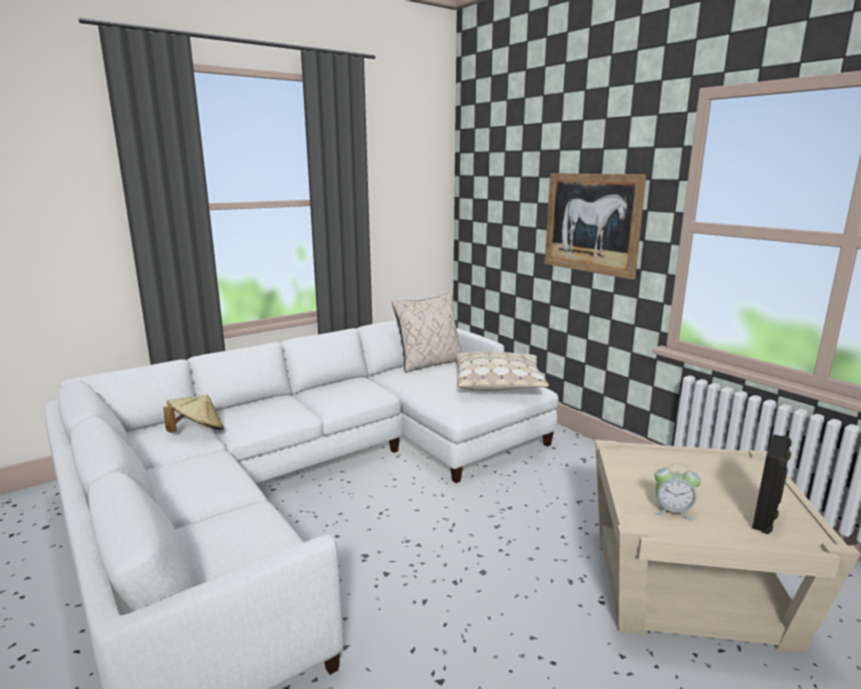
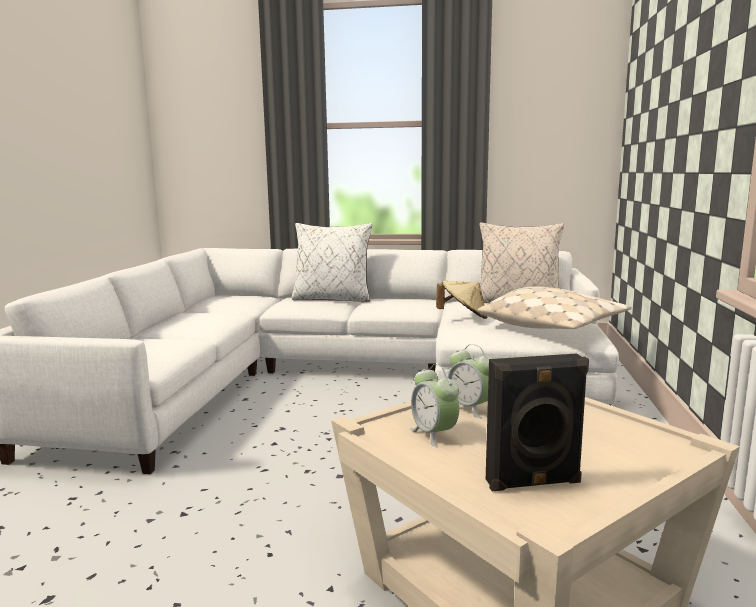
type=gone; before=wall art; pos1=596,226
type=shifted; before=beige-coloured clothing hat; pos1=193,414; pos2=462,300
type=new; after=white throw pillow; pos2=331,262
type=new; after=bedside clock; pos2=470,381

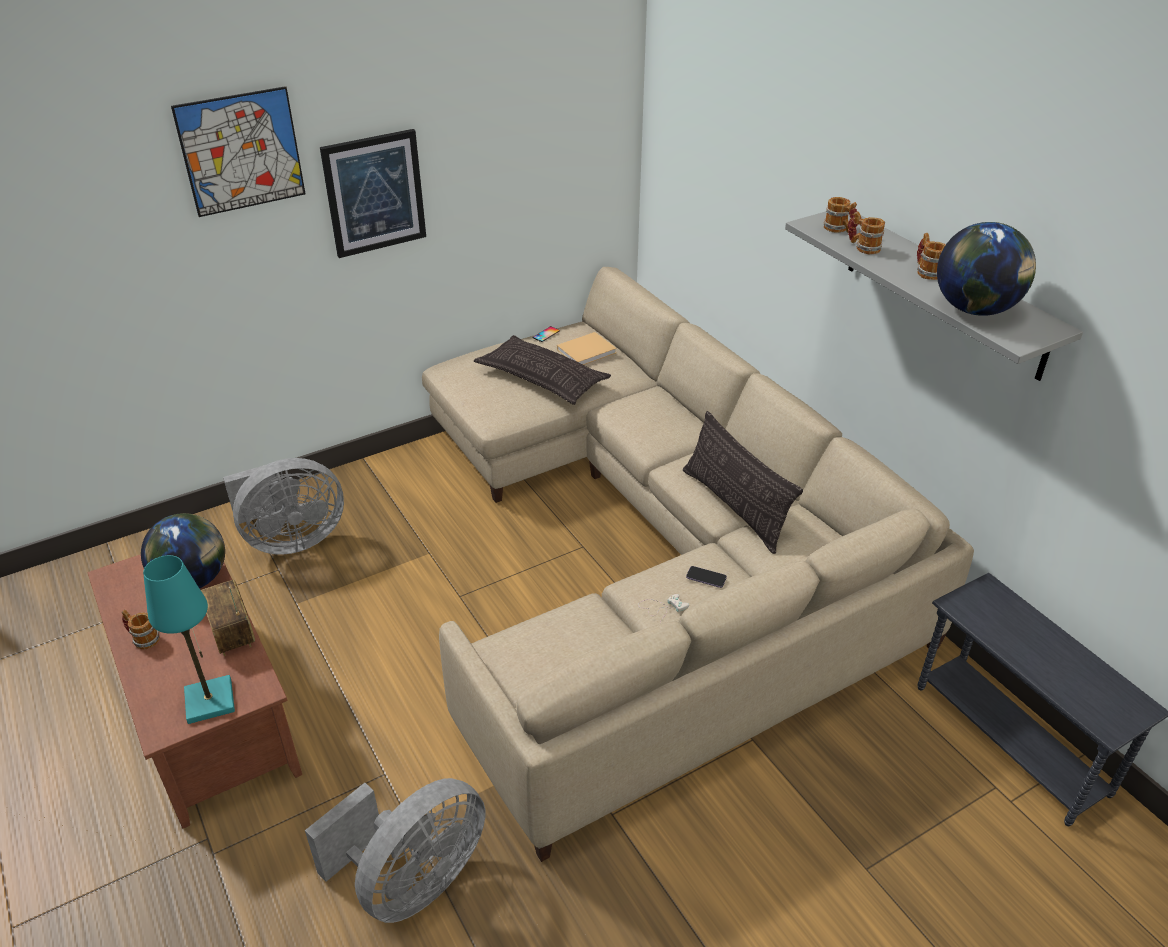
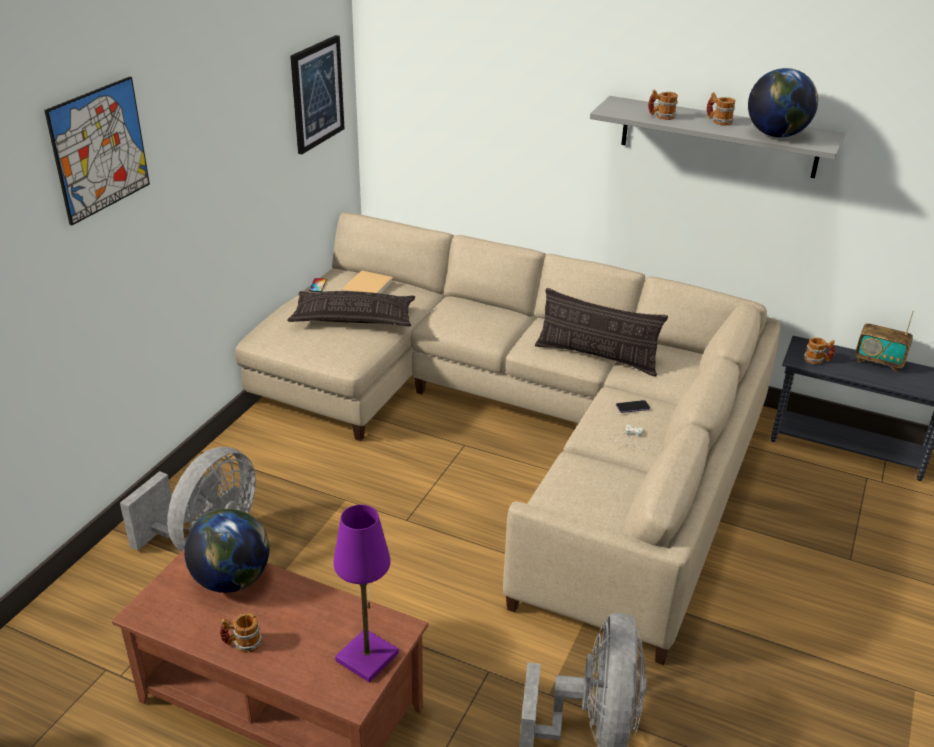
type=shifted; before=wall art; pos1=373,193; pos2=317,94
type=shifted; before=mug; pos1=840,215; pos2=819,350
type=repainted; before=turquoise tabletop lamp; after=purple-coloured tabletop lamp; pos1=189,639; pos2=366,593
type=shifted; before=radio receiver; pos1=228,618; pos2=884,341

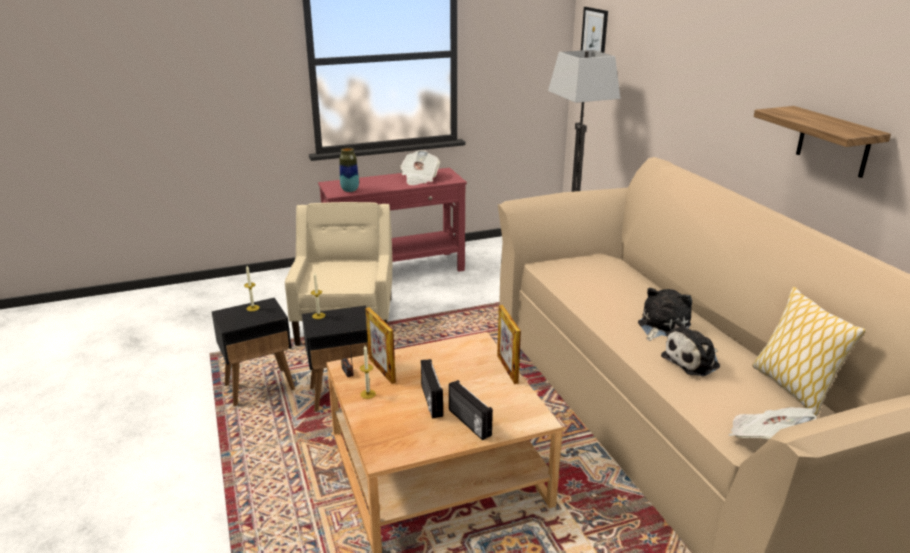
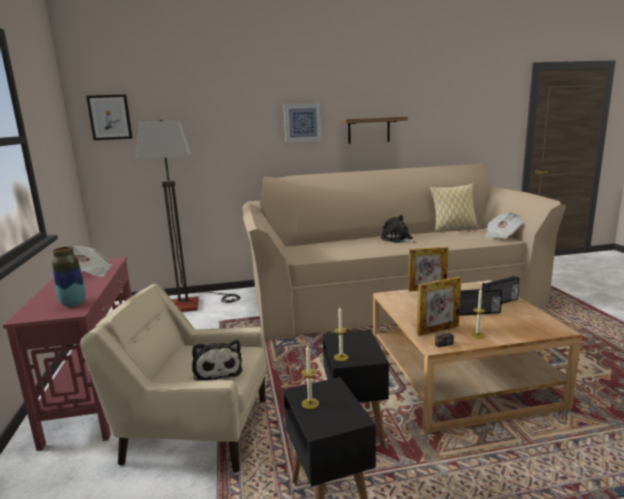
type=shifted; before=soft toy; pos1=690,347; pos2=217,360
type=new; after=wall art; pos2=302,122

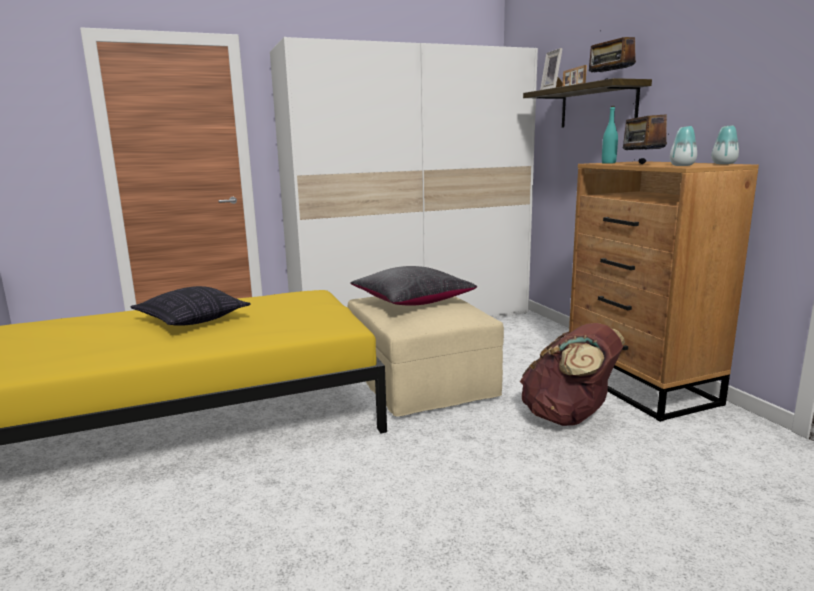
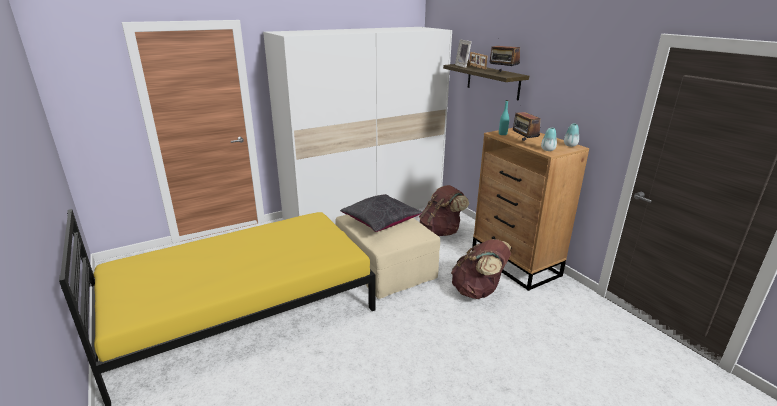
type=gone; before=throw pillow; pos1=191,306
type=new; after=brownish backpack; pos2=444,210

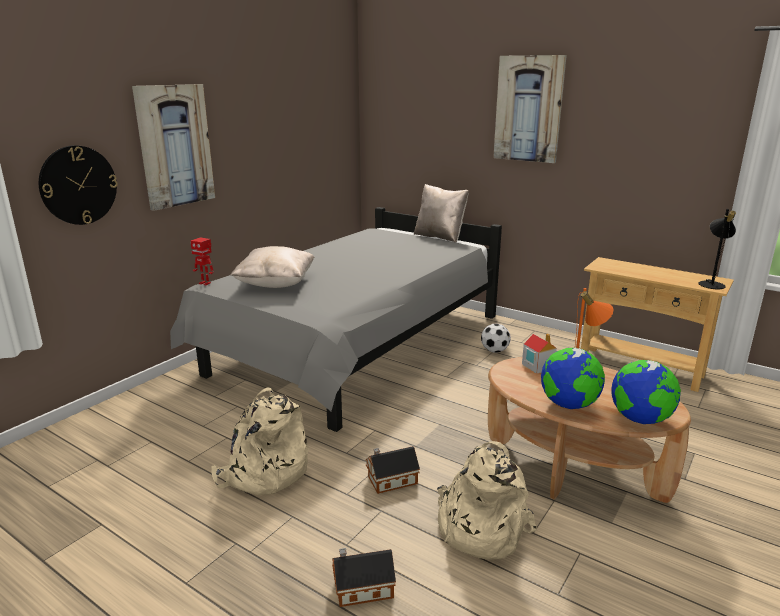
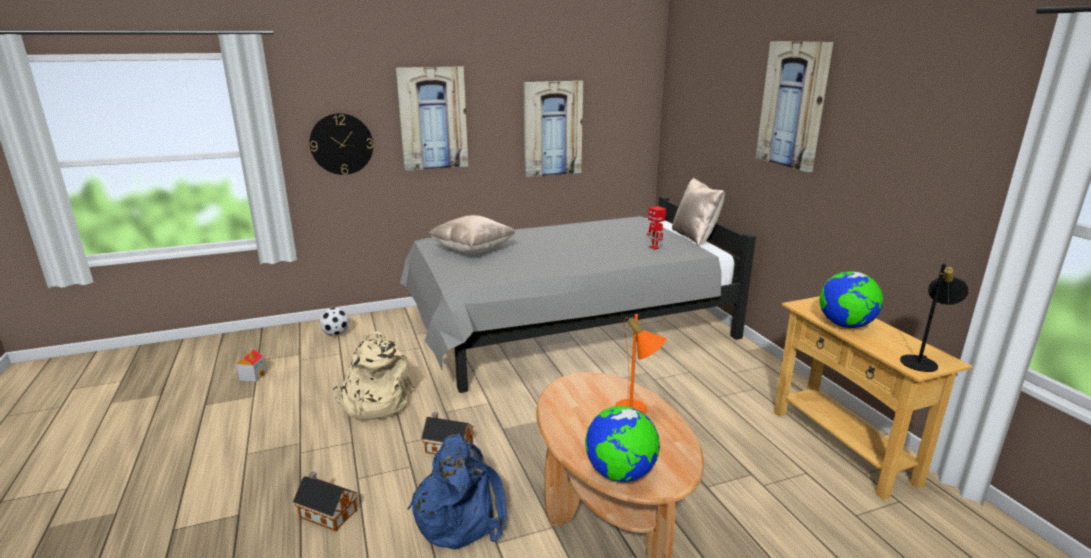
type=shifted; before=model robot; pos1=202,261; pos2=656,228
type=shifted; before=football ball; pos1=496,338; pos2=334,321
type=shifted; before=toy house; pos1=539,353; pos2=251,366
type=shifted; before=desk globe; pos1=573,378; pos2=851,299
type=repainted; before=beige-coloured backpack; after=blue backpack; pos1=487,500; pos2=457,492
type=new; after=wall art; pos2=553,129

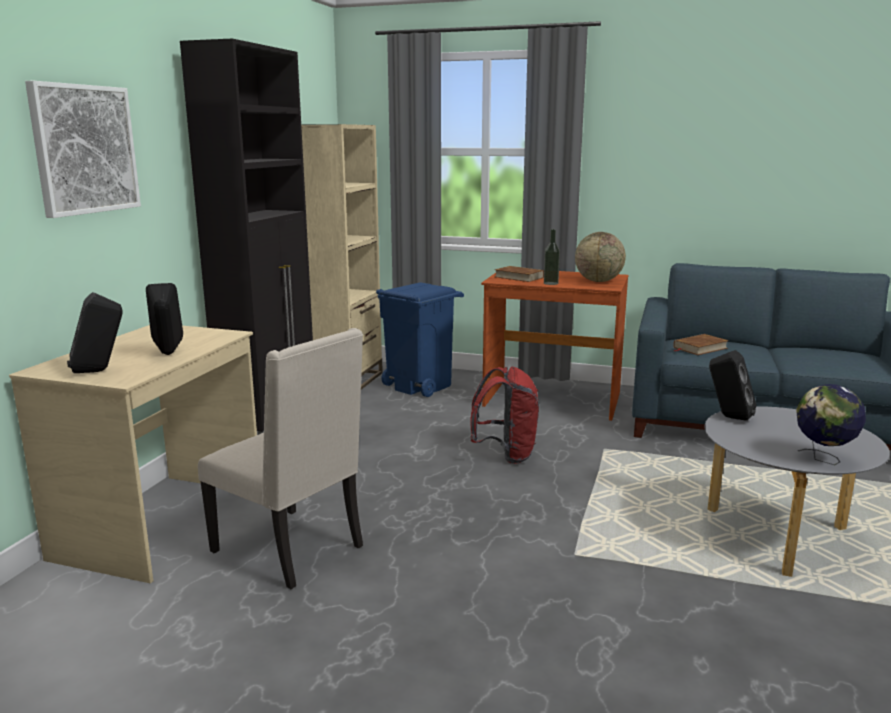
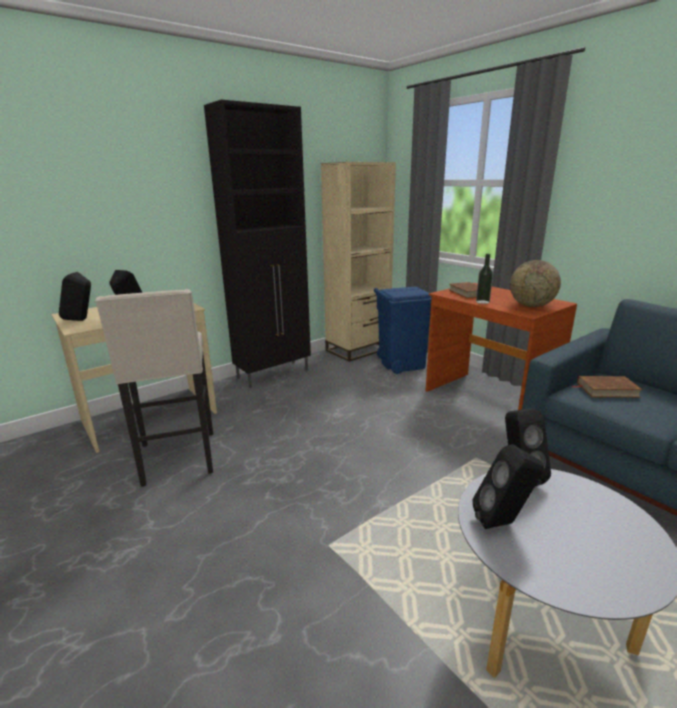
type=gone; before=wall art; pos1=83,149
type=swapped; before=beige-coloured upright chair; after=beige-coloured stool seat; pos1=280,458; pos2=154,388
type=gone; before=red backpack; pos1=505,415
type=gone; before=desk globe; pos1=831,424
type=new; after=blackish loudspeaker; pos2=508,486

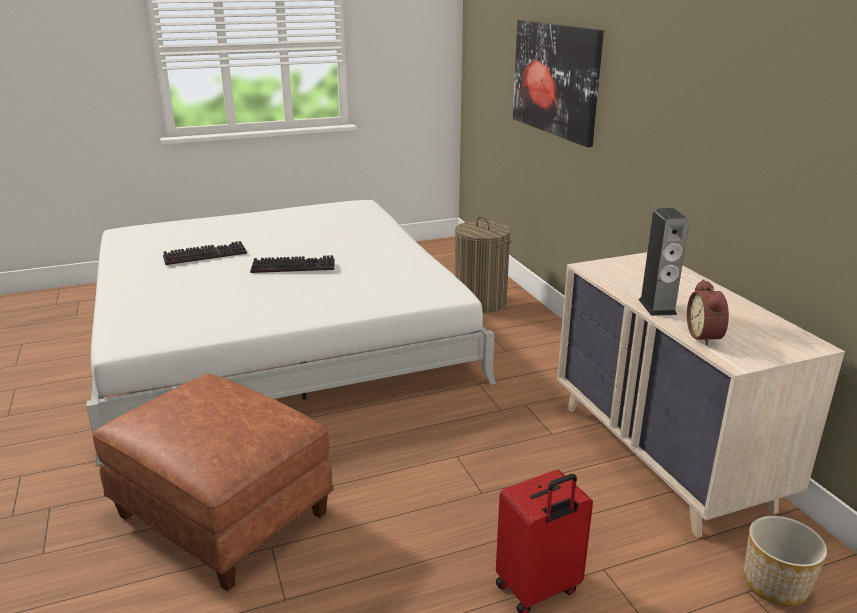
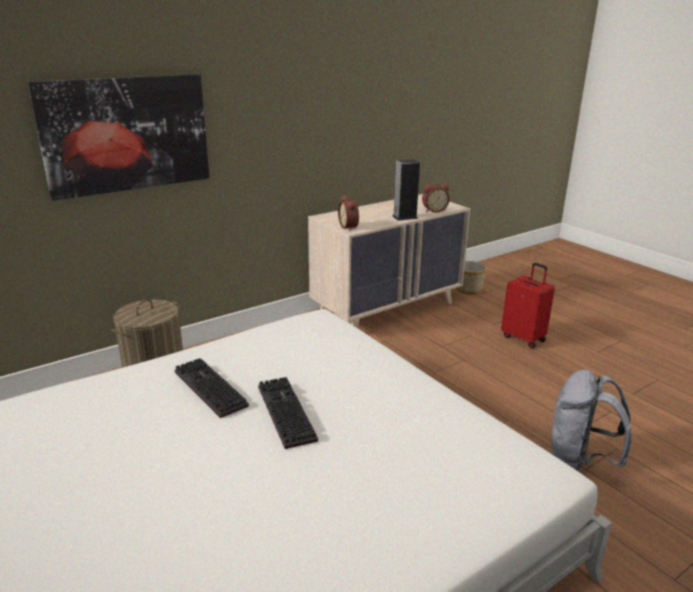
type=shifted; before=PC keyboard; pos1=205,253; pos2=212,388
type=swapped; before=brownish pouffe; after=greyish backpack; pos1=213,482; pos2=592,420
type=new; after=bedside clock; pos2=348,213

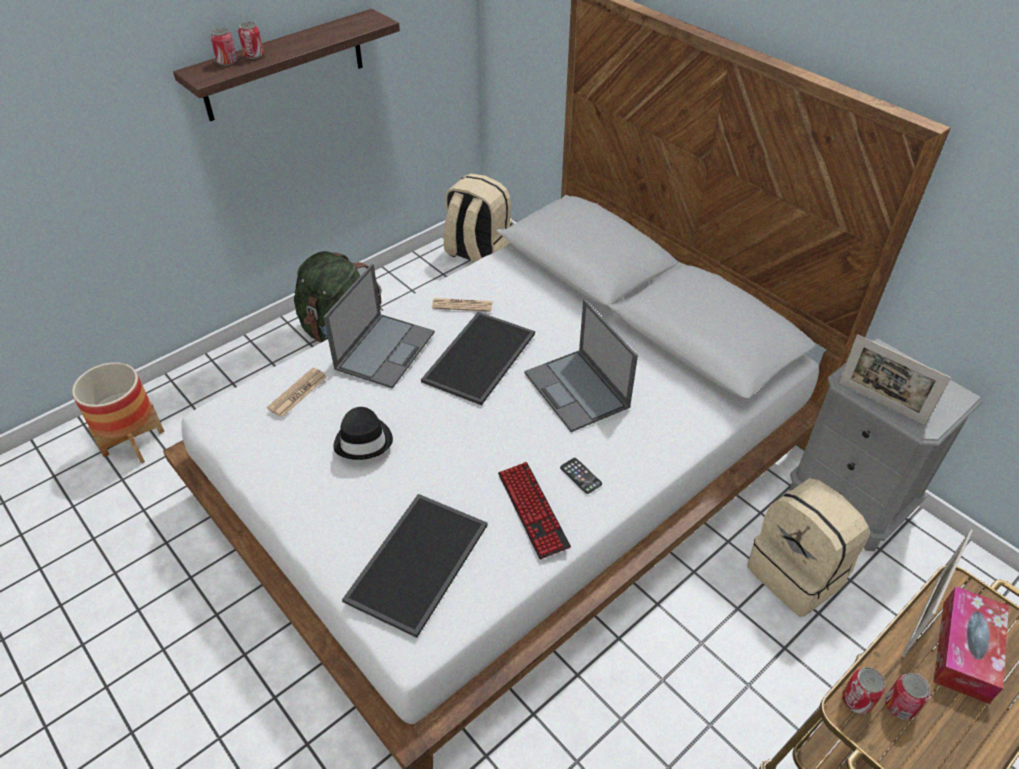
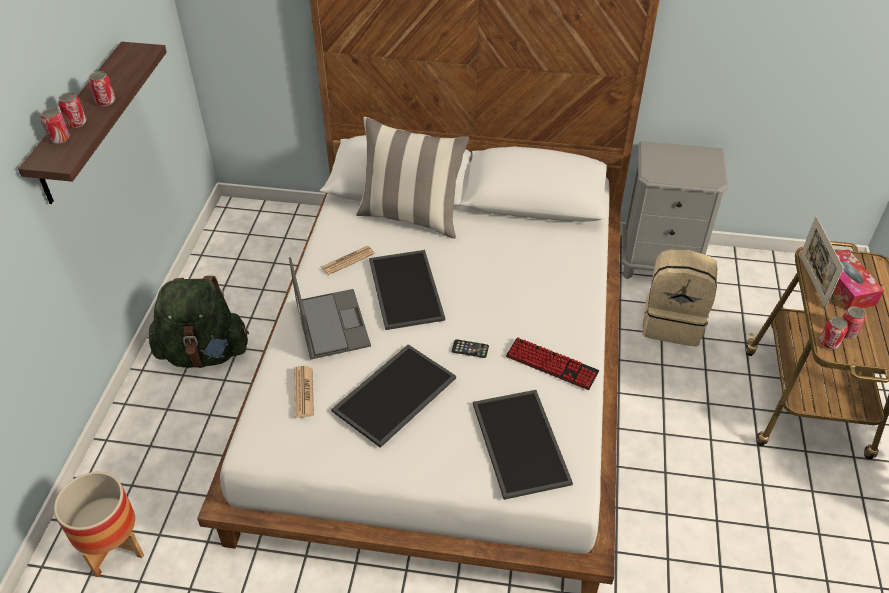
type=gone; before=beige-coloured backpack; pos1=478,218
type=gone; before=portable computer; pos1=581,365
type=gone; before=picture frame; pos1=894,380
type=swapped; before=blackish clothing hat; after=carrying tray; pos1=363,433; pos2=393,396
type=shifted; before=telephone; pos1=581,476; pos2=470,348
type=new; after=can; pos2=102,88
type=new; after=throw pillow; pos2=412,178

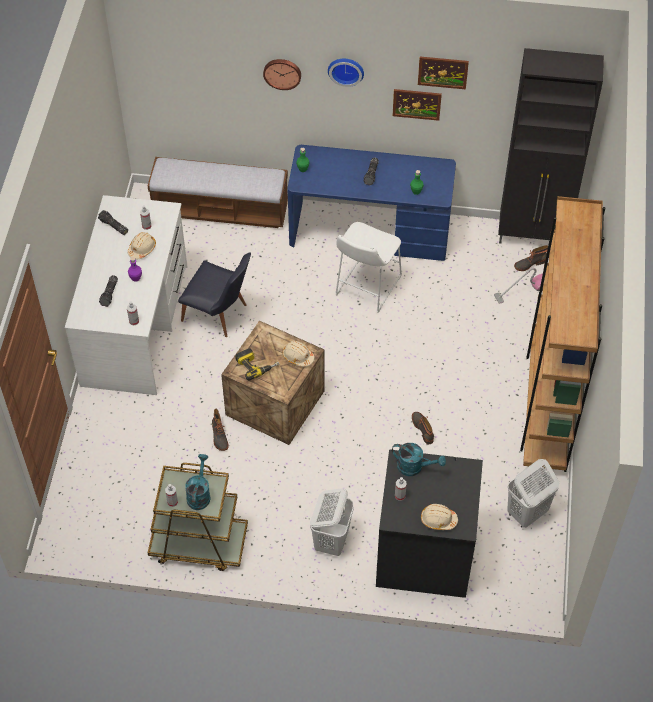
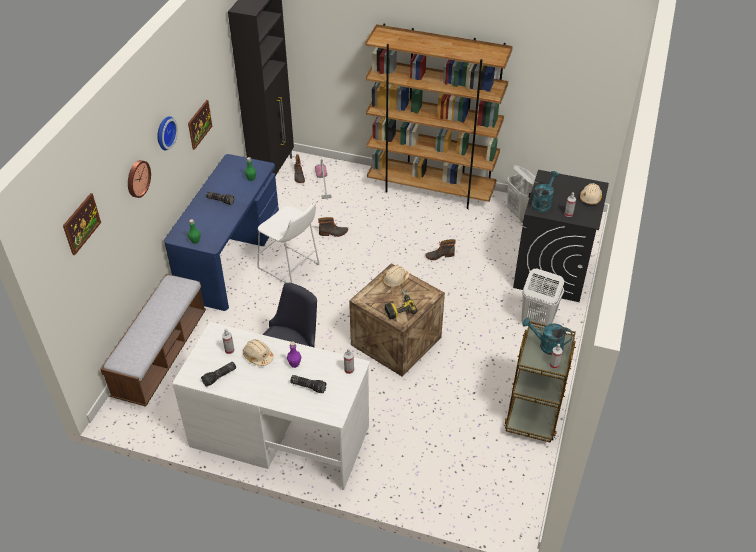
type=shifted; before=wall art; pos1=443,72; pos2=82,224
type=shifted; before=tall boot; pos1=220,430; pos2=333,227

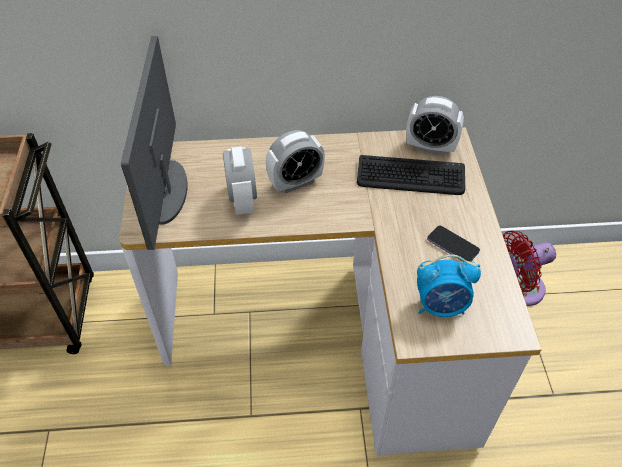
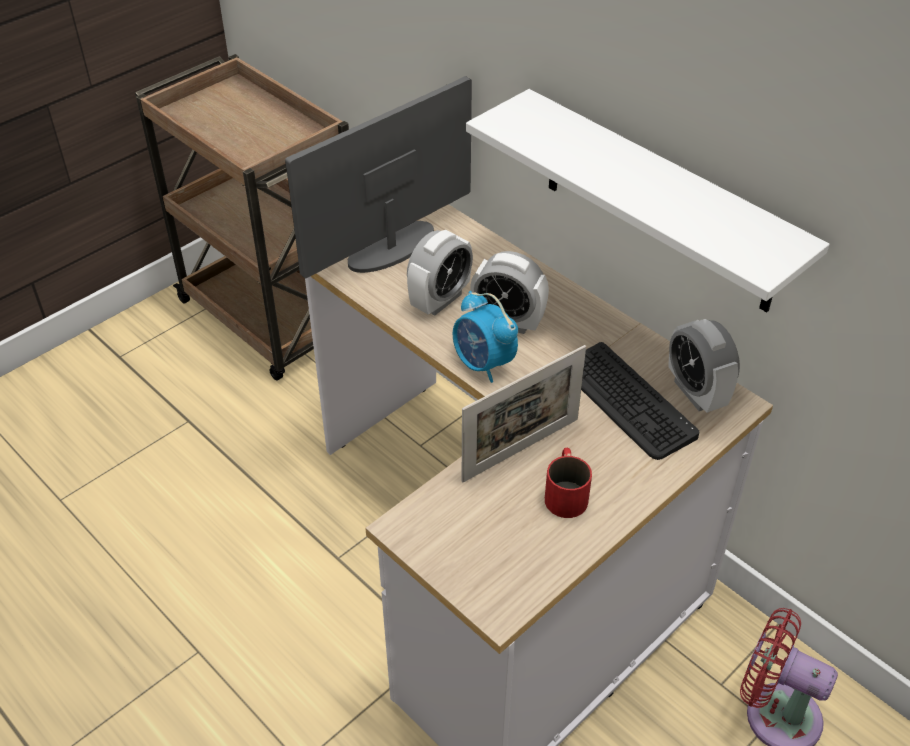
type=swapped; before=telephone; after=red mug; pos1=453,243; pos2=568,483
type=shifted; before=bedside clock; pos1=449,285; pos2=485,337
type=new; after=white wall shelf; pos2=647,200
type=new; after=picture frame; pos2=524,414

